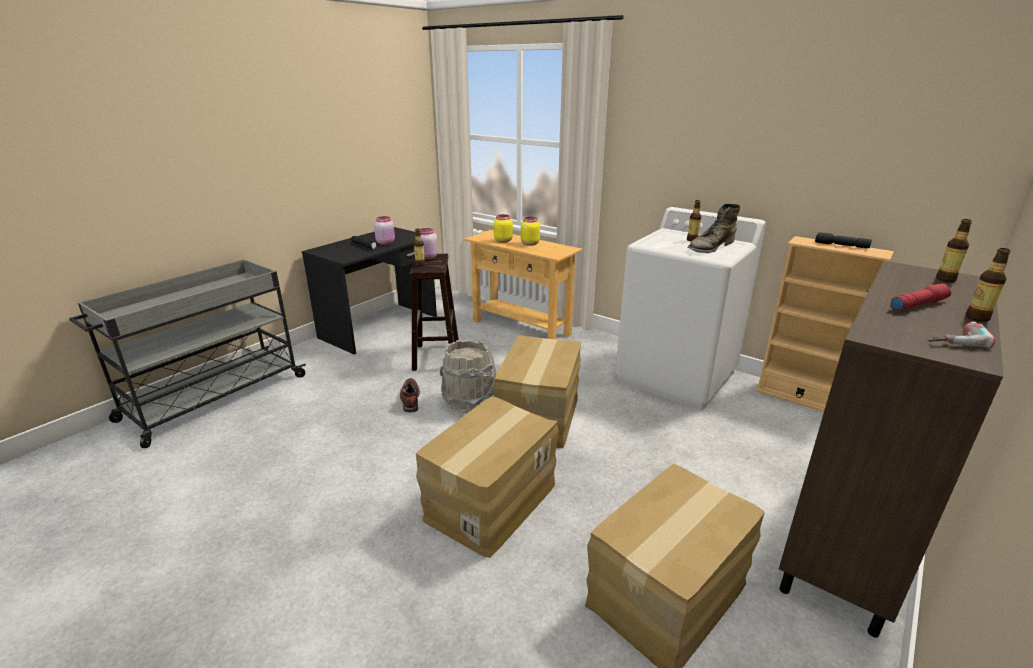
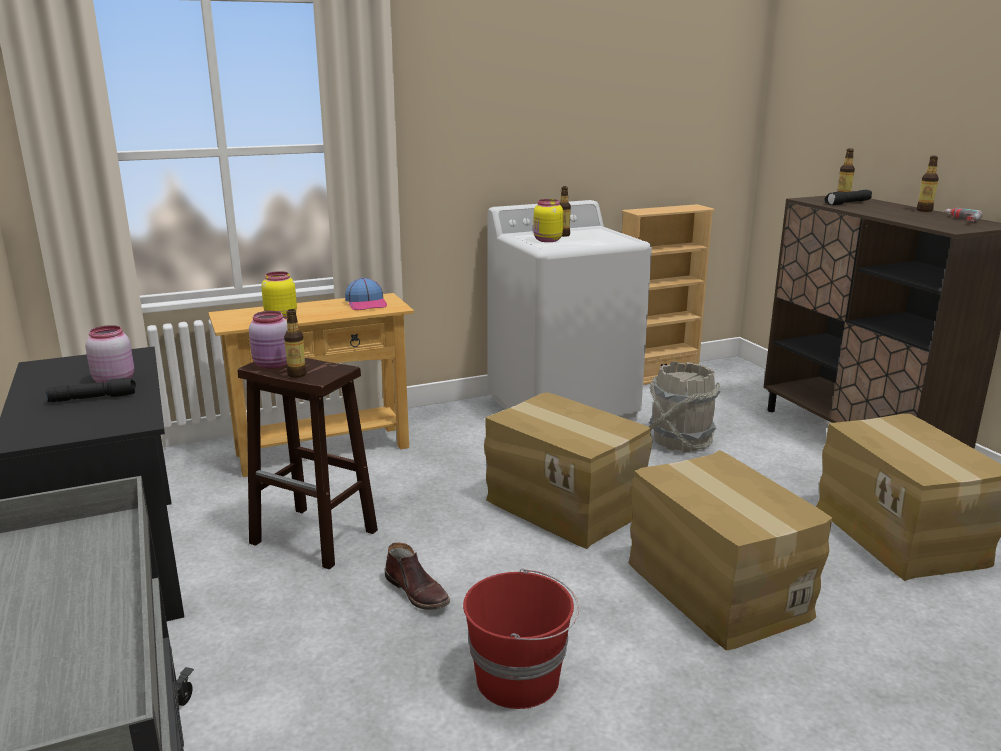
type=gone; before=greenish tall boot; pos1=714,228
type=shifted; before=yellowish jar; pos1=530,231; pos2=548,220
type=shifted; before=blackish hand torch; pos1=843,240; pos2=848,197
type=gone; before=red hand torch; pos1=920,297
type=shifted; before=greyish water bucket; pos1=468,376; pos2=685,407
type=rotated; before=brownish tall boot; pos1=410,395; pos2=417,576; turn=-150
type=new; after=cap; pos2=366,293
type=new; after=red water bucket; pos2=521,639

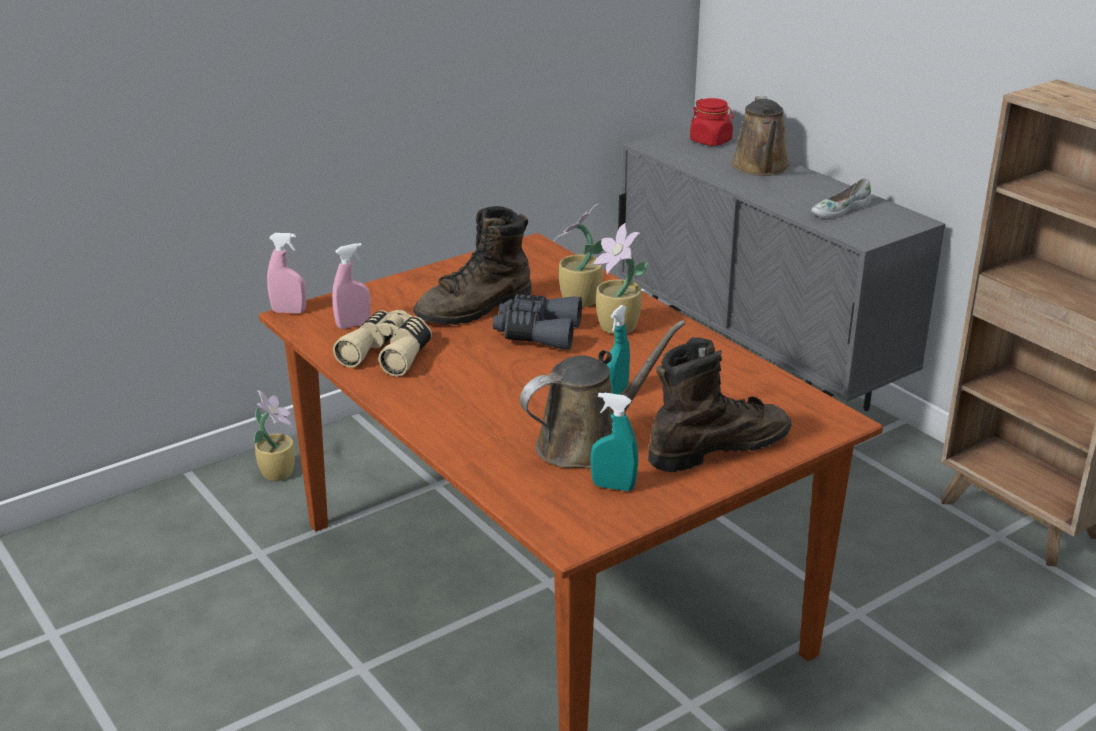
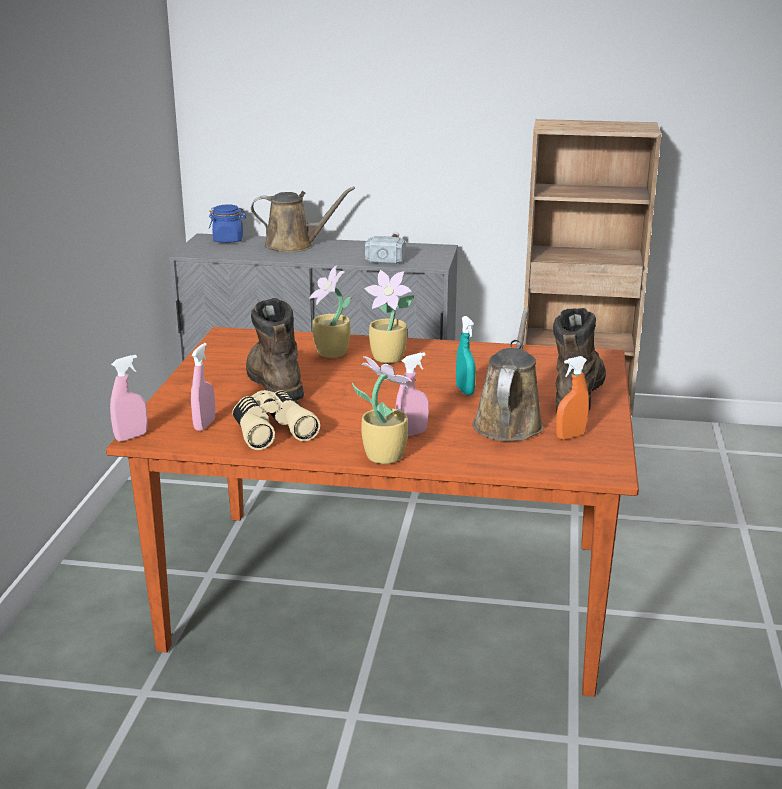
type=rotated; before=brownish watering pot; pos1=760,136; pos2=303,220; turn=-45
type=repainted; before=red jar; after=blue jar; pos1=712,122; pos2=227,224
type=swapped; before=white item of footwear; after=hammer; pos1=841,198; pos2=385,248
type=rotated; before=brownish tall boot; pos1=472,265; pos2=275,349; turn=150
type=gone; before=greyish pair of binoculars; pos1=537,322
type=shifted; before=potted plant; pos1=274,435; pos2=381,410
type=repainted; before=turquoise spray bottle; after=orangey spray bottle; pos1=614,441; pos2=572,398
type=new; after=pink spray bottle; pos2=412,394

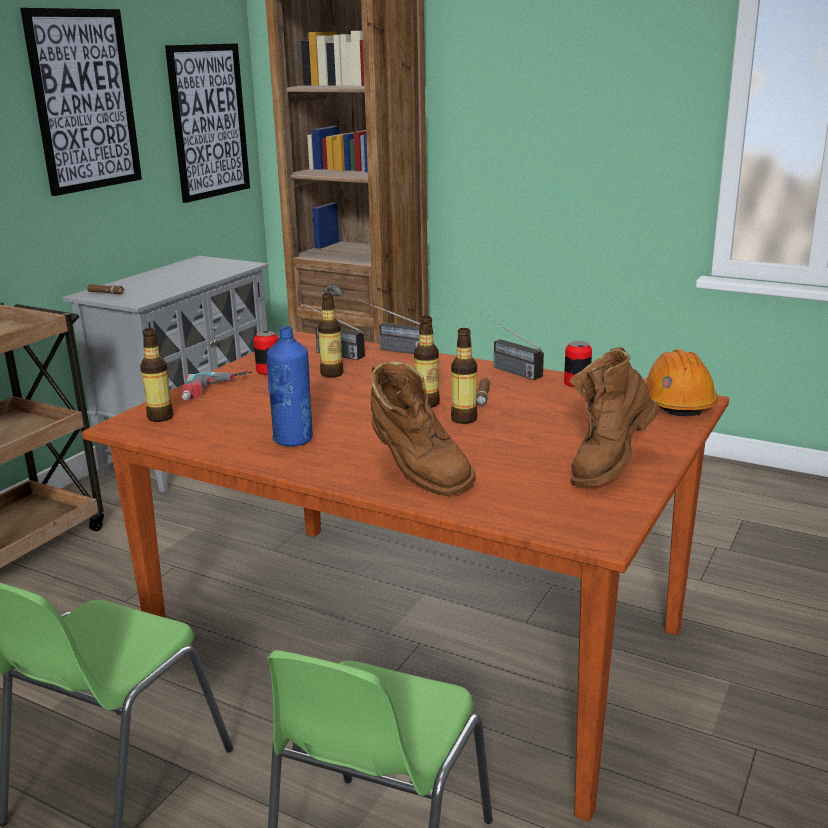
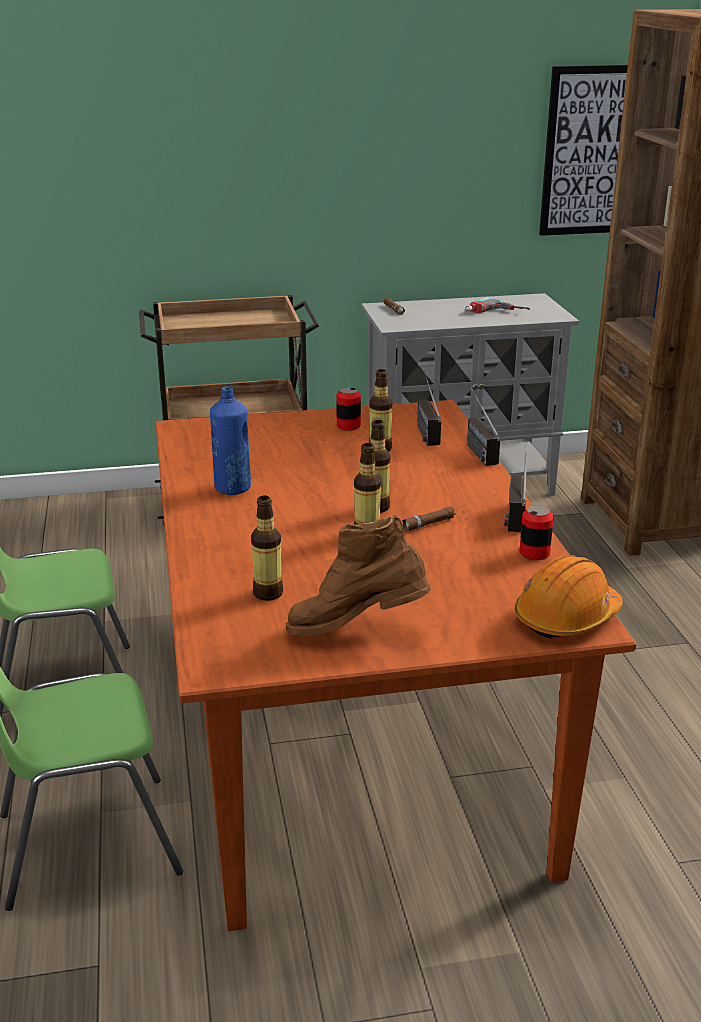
type=gone; before=wall art; pos1=81,102
type=shifted; before=bottle; pos1=156,375; pos2=267,548
type=gone; before=brownish tall boot; pos1=423,428
type=shifted; before=electric drill; pos1=216,385; pos2=497,305

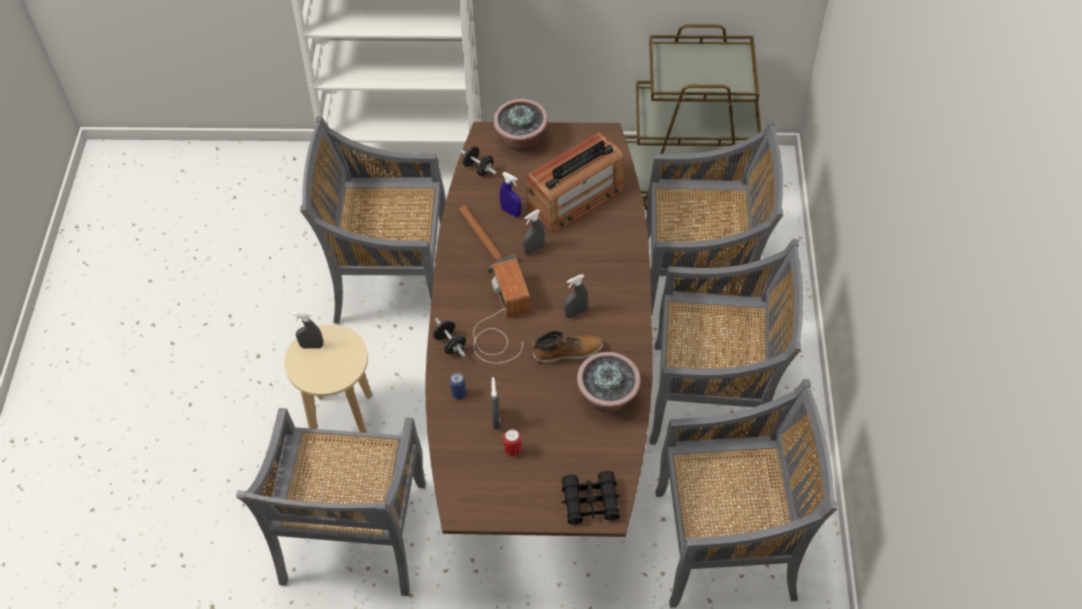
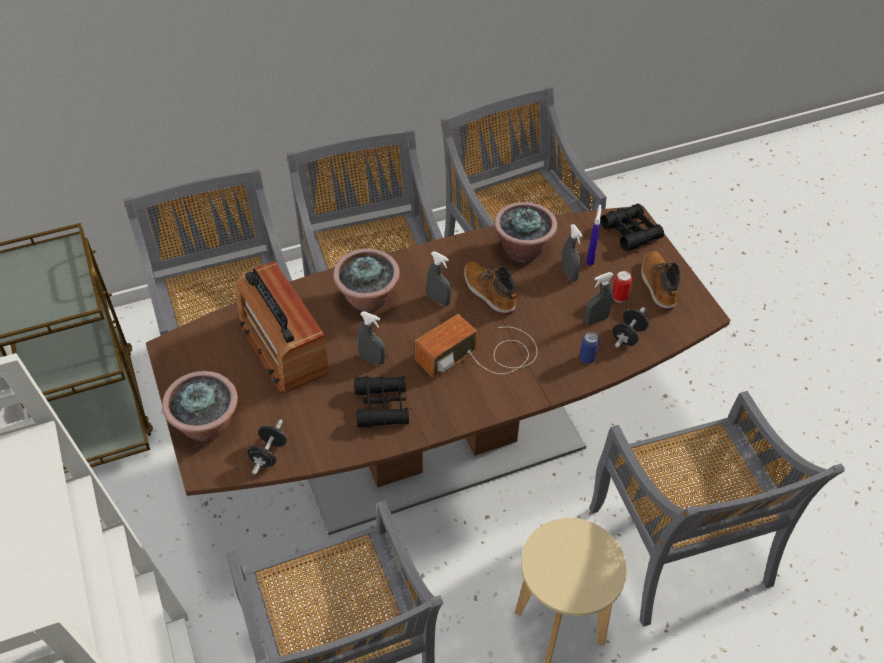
type=rotated; before=radio receiver; pos1=574,182; pos2=282,327; turn=-150
type=shifted; before=blue spray bottle; pos1=511,194; pos2=593,235
type=swapped; before=hammer; after=blackish pair of binoculars; pos1=488,239; pos2=382,401
type=shifted; before=greyish spray bottle; pos1=308,330; pos2=572,252
type=shifted; before=blackish free weight; pos1=449,337; pos2=631,327
type=rotated; before=greyish upright chair; pos1=331,502; pos2=717,509; turn=90
type=new; after=potted plant; pos2=366,280
type=new; after=tall boot; pos2=661,280

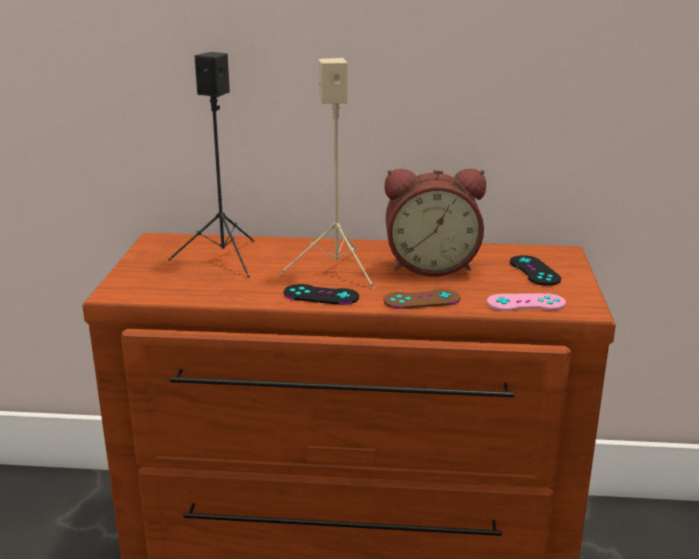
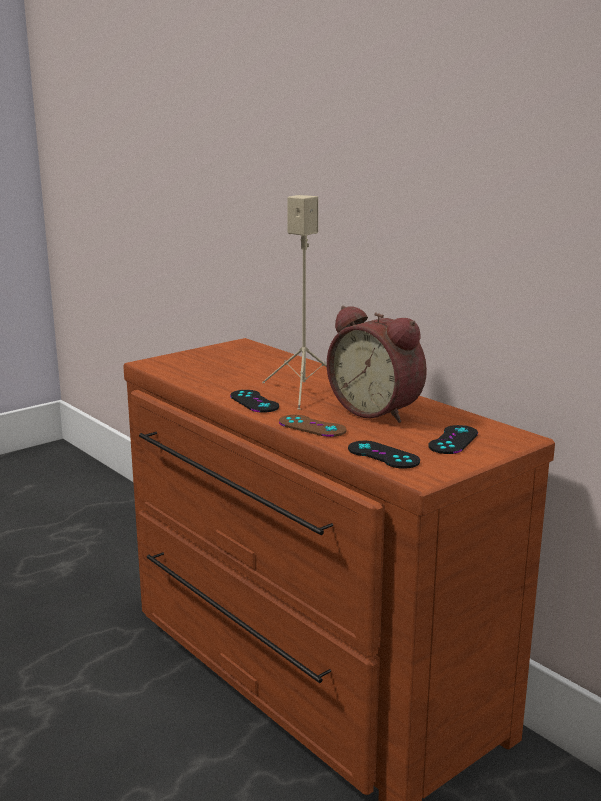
type=gone; before=blackish loudspeaker; pos1=211,164
type=repainted; before=pink joypad; after=blackish joypad; pos1=526,302; pos2=384,455

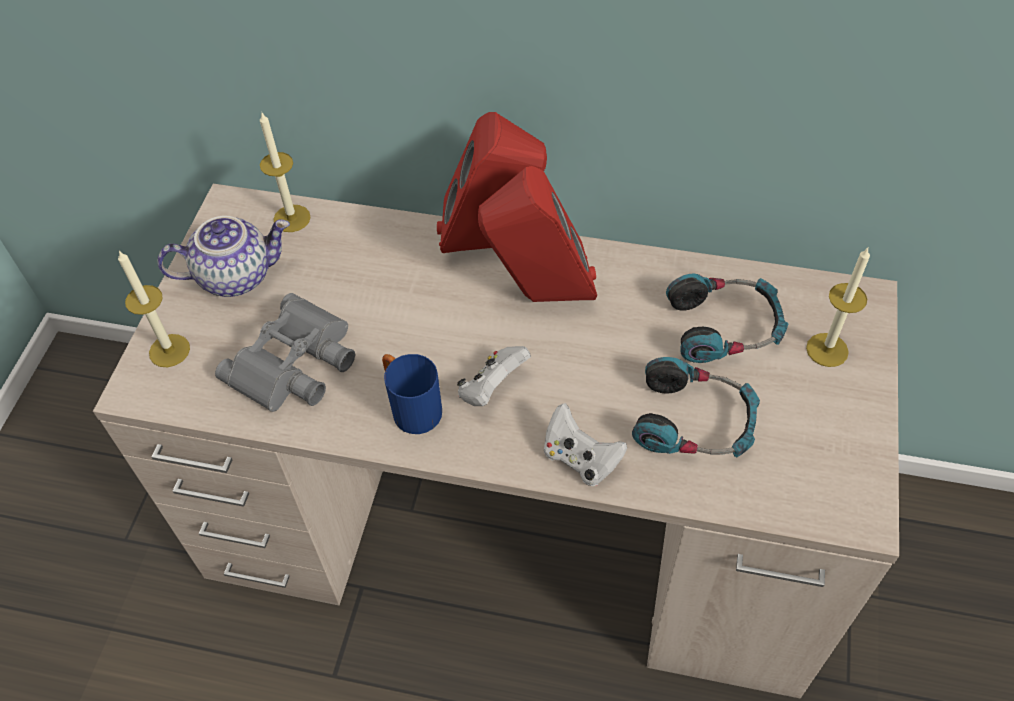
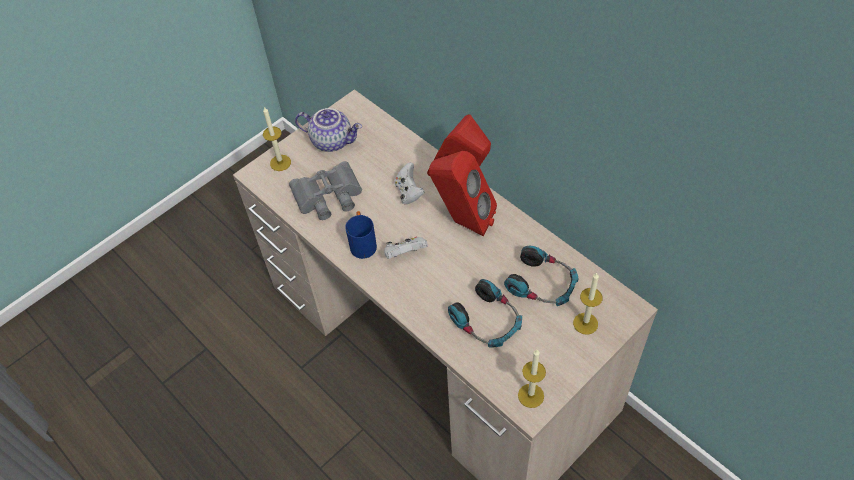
type=shifted; before=wax light; pos1=285,172; pos2=532,379
type=shifted; before=white joypad; pos1=585,444; pos2=409,183

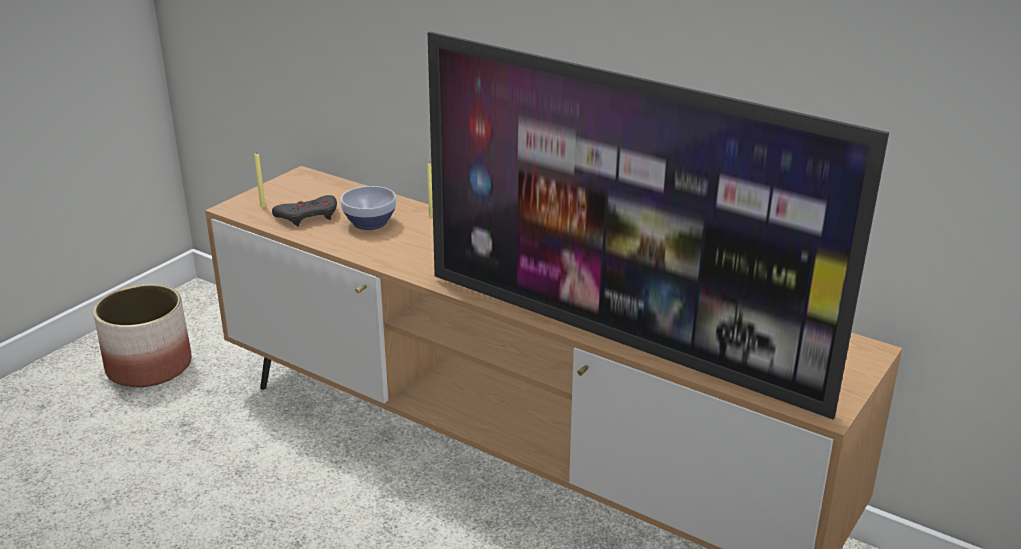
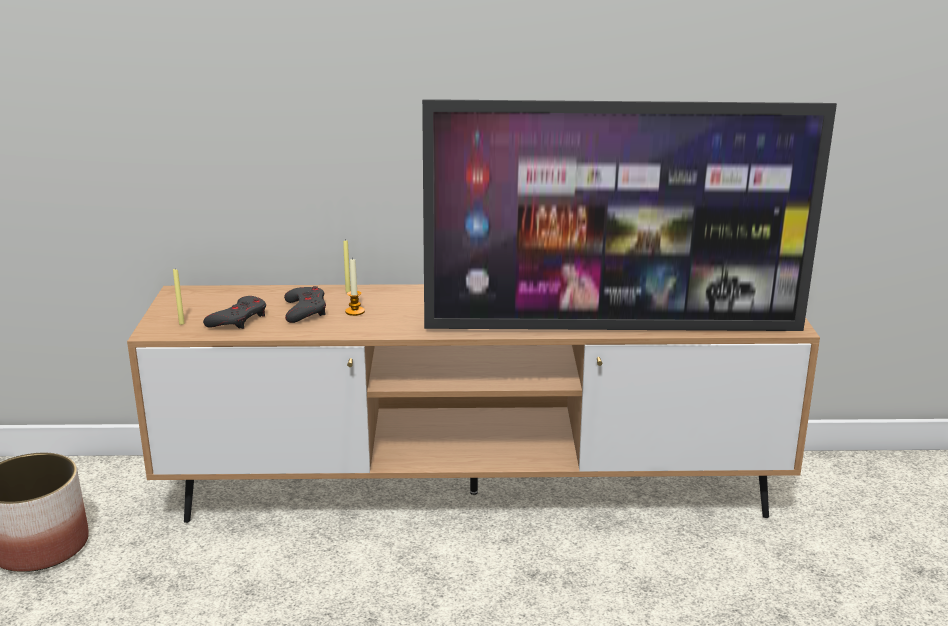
type=swapped; before=bowl; after=greyish joypad; pos1=368,208; pos2=305,304
type=new; after=wax light; pos2=355,287

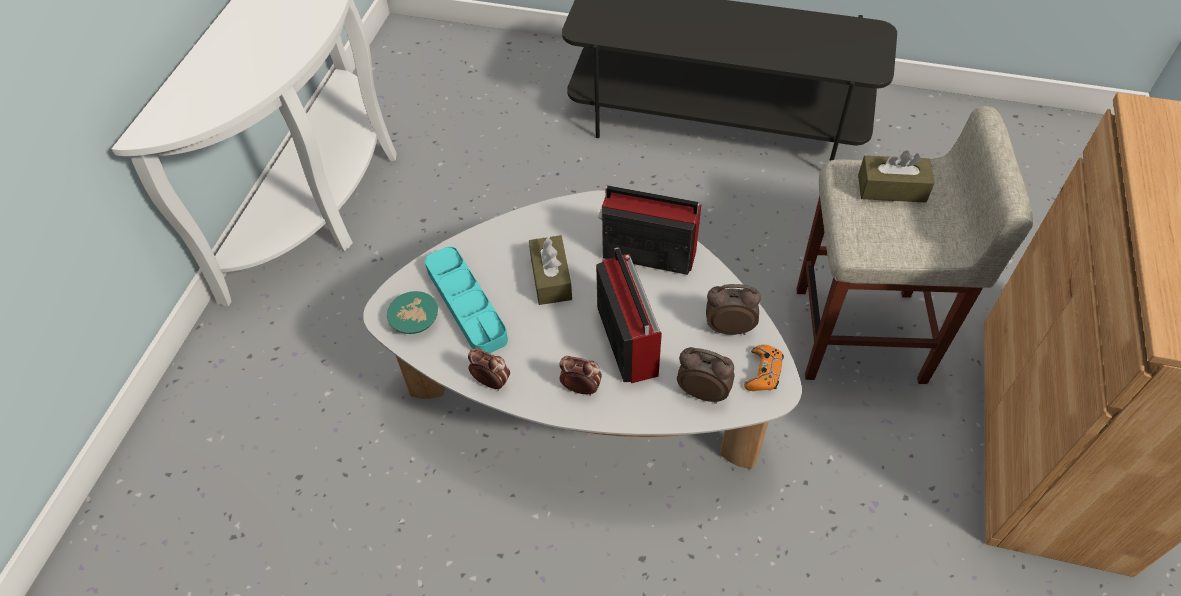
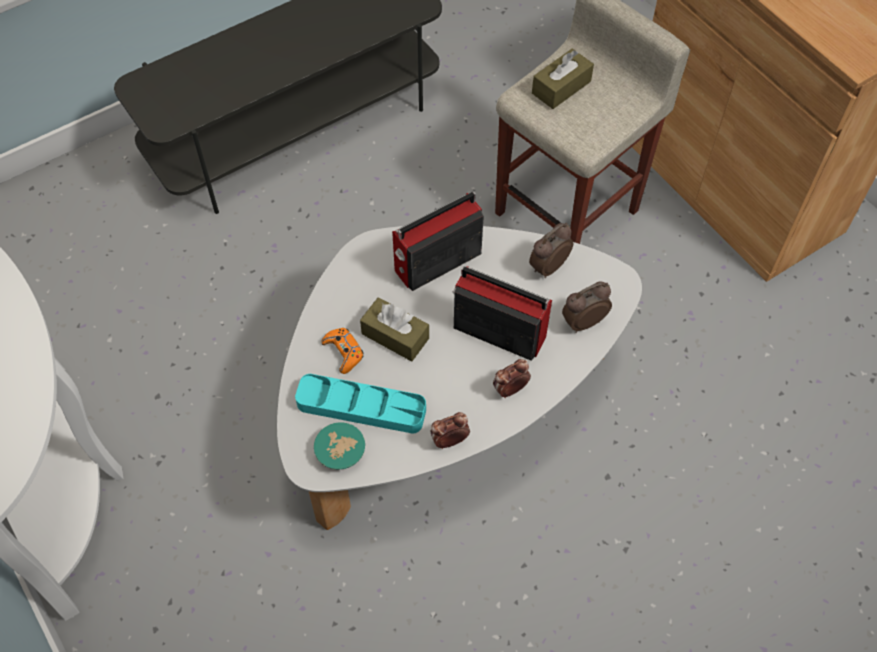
type=shifted; before=orangey joypad; pos1=764,368; pos2=342,351

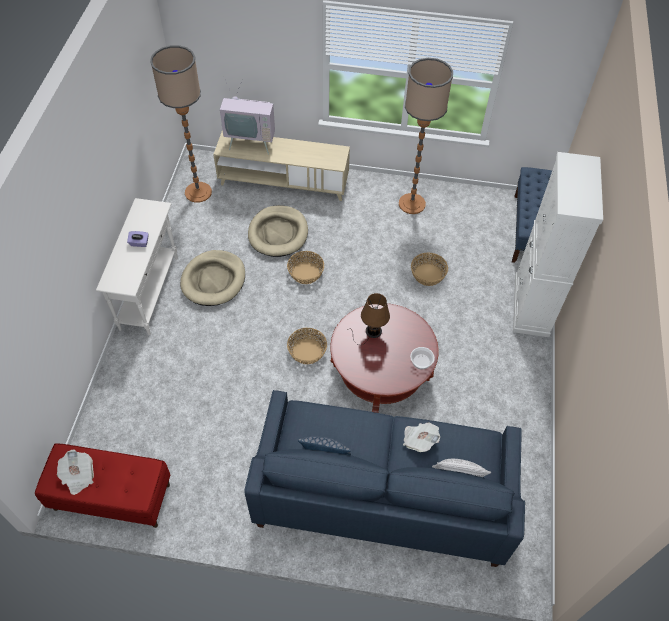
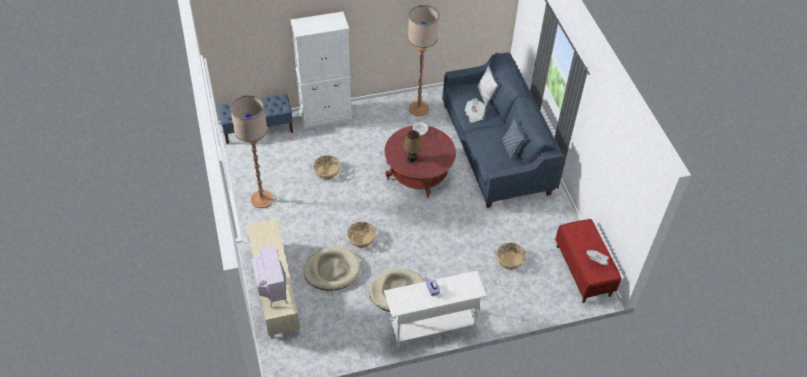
type=shifted; before=floor lamp; pos1=181,124; pos2=423,60
type=shifted; before=household basket; pos1=307,346; pos2=511,256

